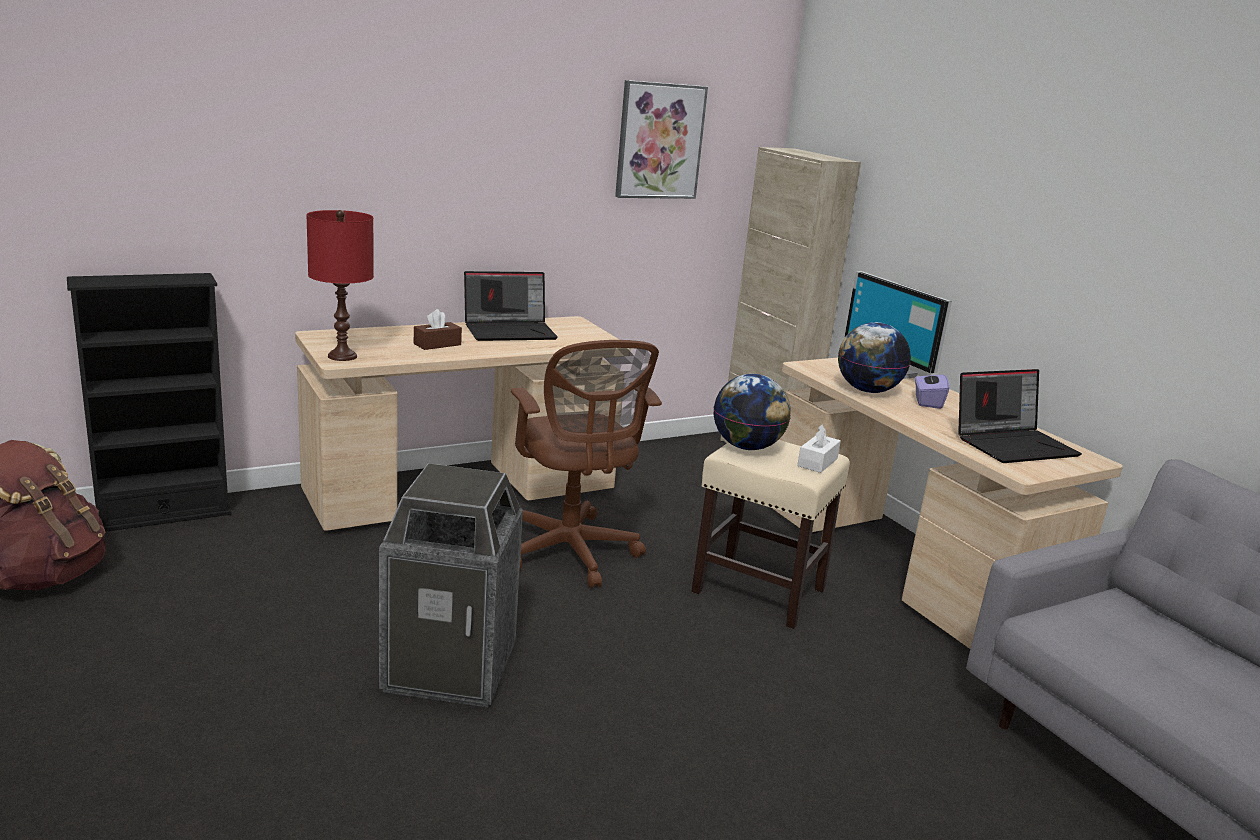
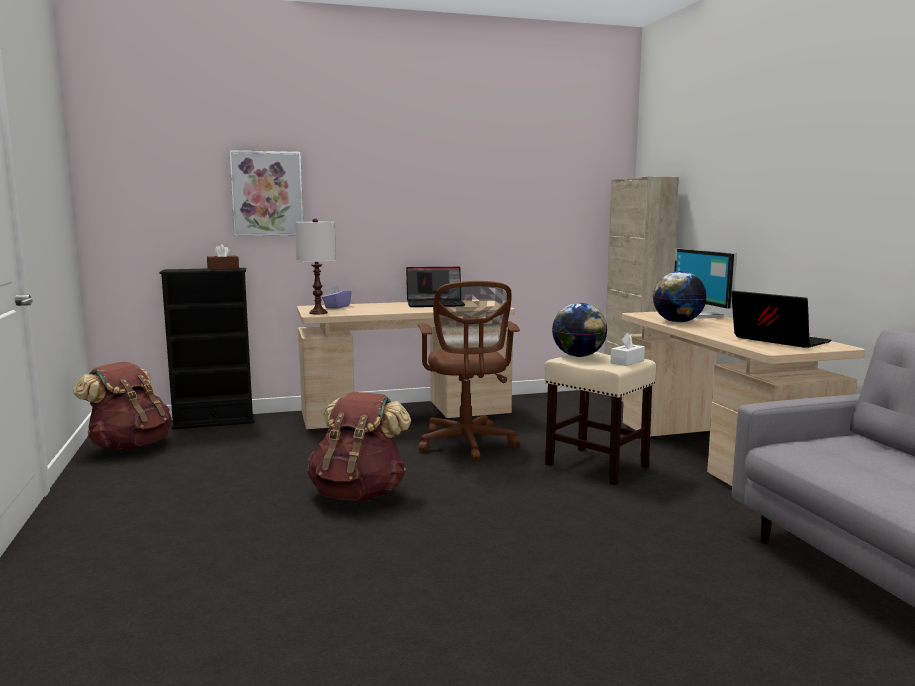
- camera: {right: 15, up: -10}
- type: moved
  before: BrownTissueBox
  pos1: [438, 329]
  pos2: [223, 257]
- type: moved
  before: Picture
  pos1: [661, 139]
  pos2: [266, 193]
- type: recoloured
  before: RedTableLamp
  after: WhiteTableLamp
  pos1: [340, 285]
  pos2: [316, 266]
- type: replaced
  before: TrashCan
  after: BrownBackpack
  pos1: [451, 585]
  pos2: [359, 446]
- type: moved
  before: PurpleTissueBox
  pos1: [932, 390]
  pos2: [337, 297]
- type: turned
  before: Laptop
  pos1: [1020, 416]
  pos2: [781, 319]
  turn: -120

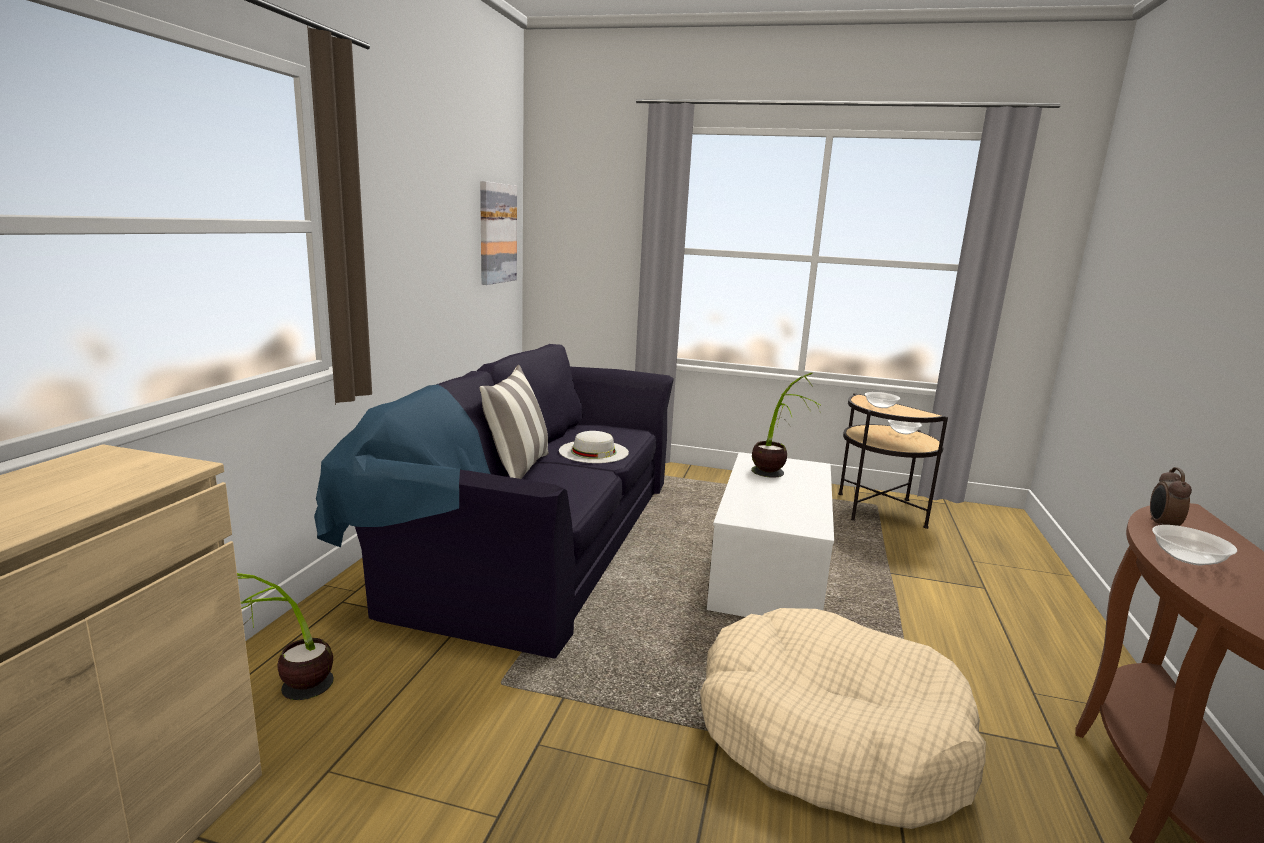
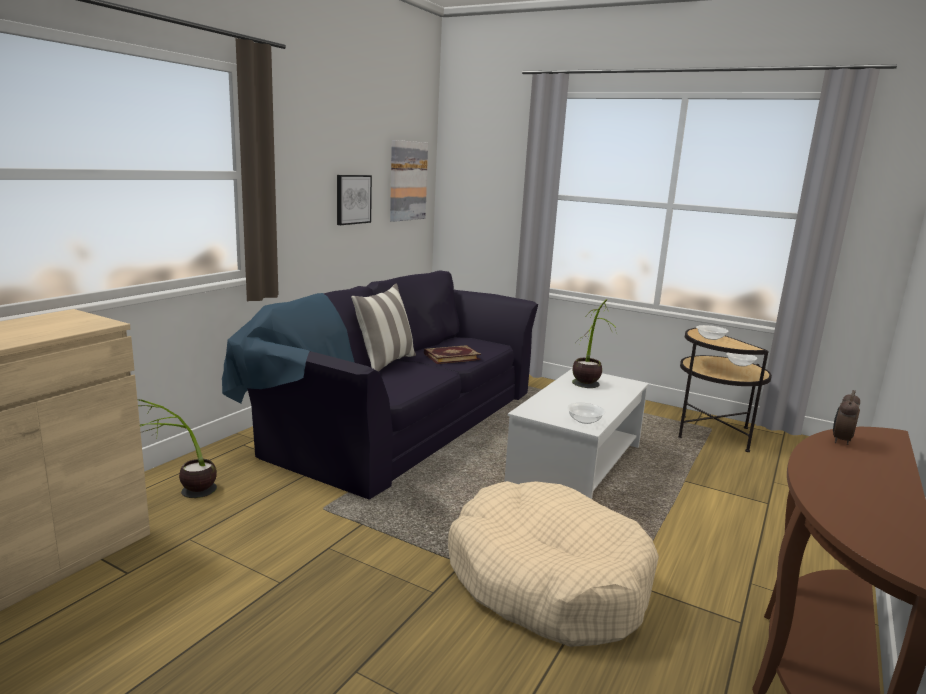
- camera: {right: 15, up: 0}
- type: added
  after: Picture
  pos2: [354, 200]
- type: replaced
  before: WhiteHat
  after: Book
  pos1: [594, 447]
  pos2: [452, 354]
- type: moved
  before: Bowl
  pos1: [1194, 545]
  pos2: [586, 413]

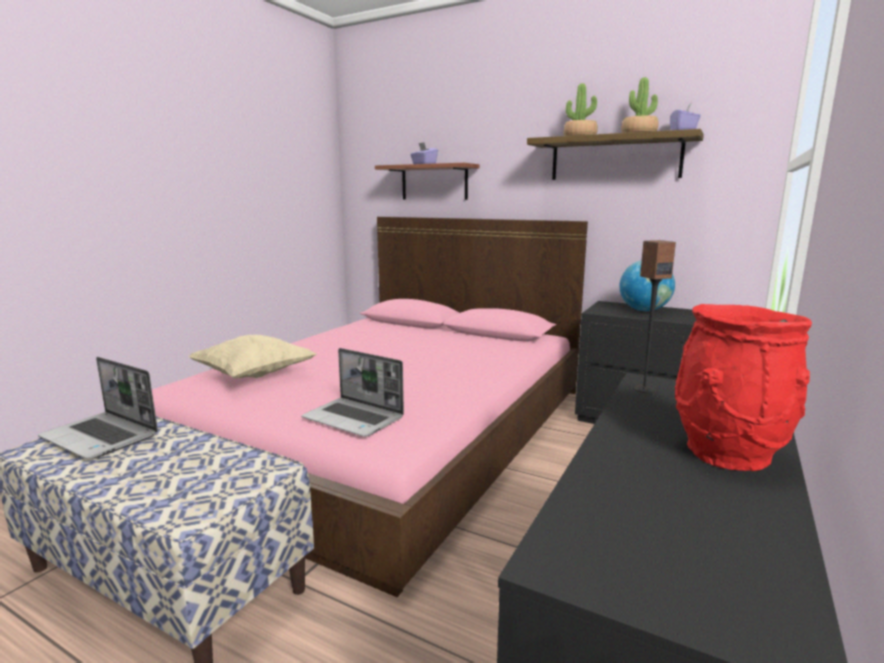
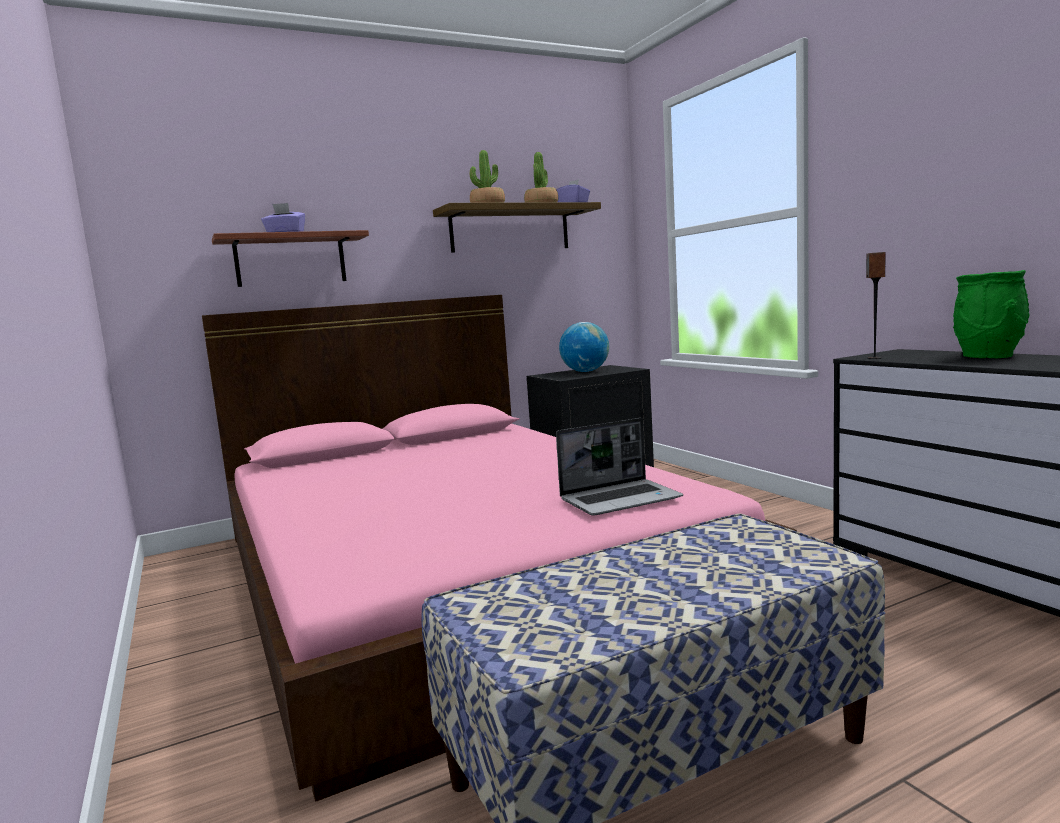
- camera: {right: -55, up: -5}
- type: recoloured
  before: RedVase
  after: GreenVase
  pos1: [743, 387]
  pos2: [991, 314]
- type: removed
  before: Laptop
  pos1: [98, 408]
- type: removed
  before: BeigePillow
  pos1: [252, 356]

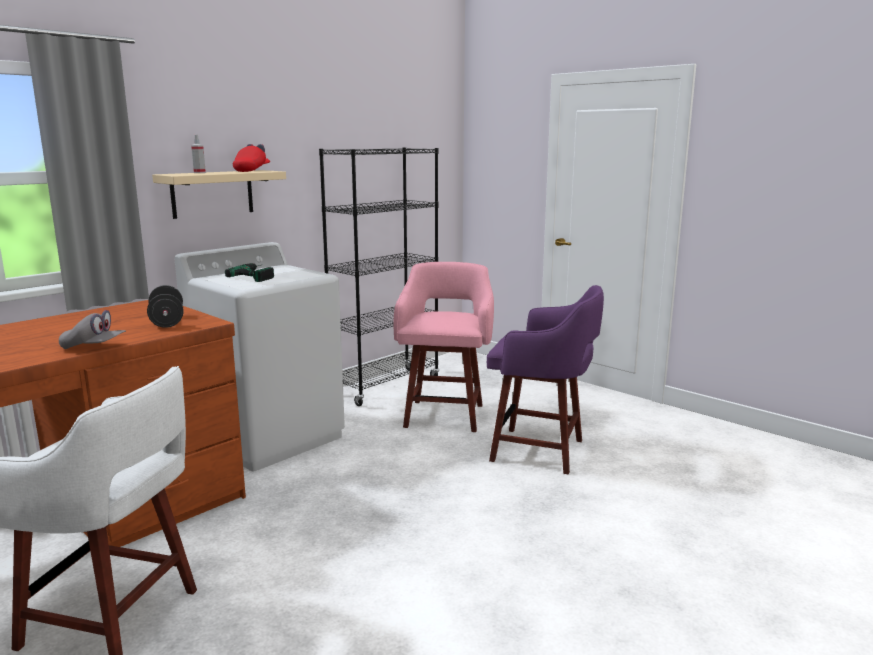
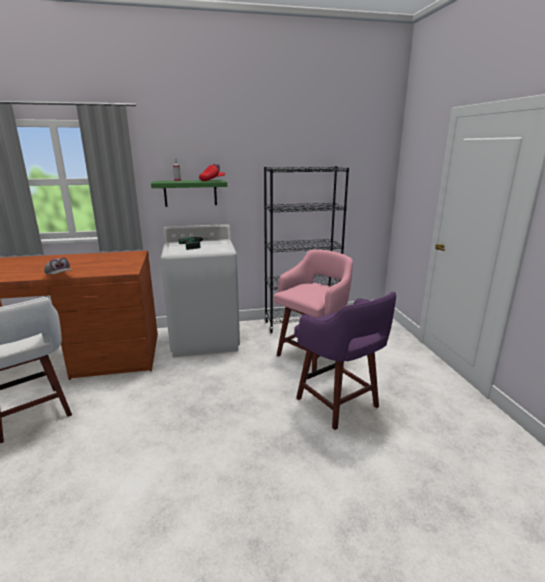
- camera: {right: 35, up: 5}
- type: recoloured
  before: BeigeShelf
  after: GreenShelf
  pos1: [219, 194]
  pos2: [189, 193]
- type: removed
  before: BlackDumbbell
  pos1: [165, 306]

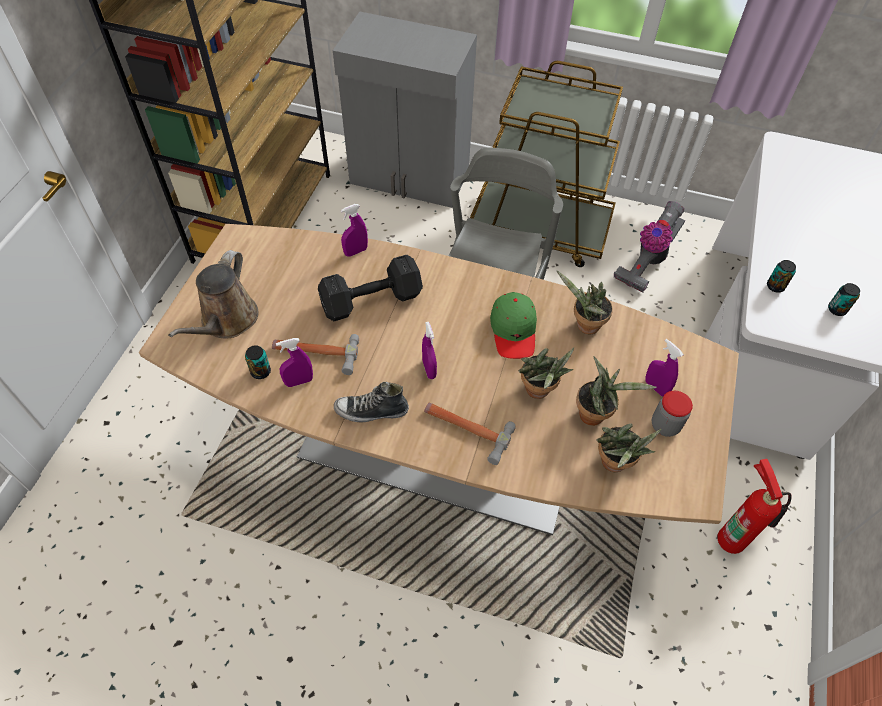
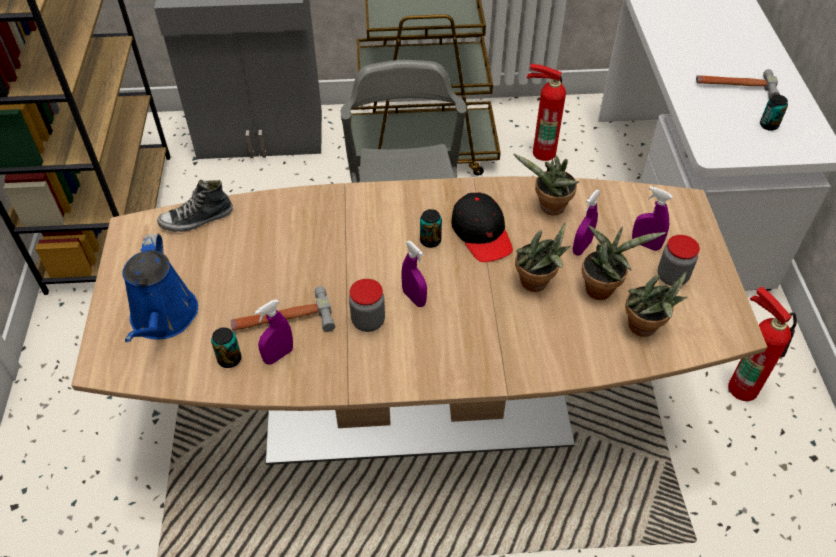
- camera: {right: -20, up: -5}
- type: recoloured
  before: BrownWateringCan
  after: BlueWateringCan
  pos1: [213, 294]
  pos2: [160, 288]
- type: moved
  before: Shoe
  pos1: [371, 402]
  pos2: [195, 206]
- type: added
  after: Jar
  pos2: [367, 305]
- type: moved
  before: Can
  pos1: [781, 276]
  pos2: [431, 228]
- type: recoloured
  before: GreenCap
  after: BlackCap
  pos1: [513, 325]
  pos2: [482, 227]
- type: replaced
  before: VacuumCleaner
  after: FireExtinguisher
  pos1: [649, 247]
  pos2: [546, 112]
- type: moved
  before: PurpleSprayBottle
  pos1: [354, 230]
  pos2: [586, 222]
- type: moved
  before: Hammer
  pos1: [470, 434]
  pos2: [738, 84]
- type: removed
  before: BlackDumbbell
  pos1: [370, 288]

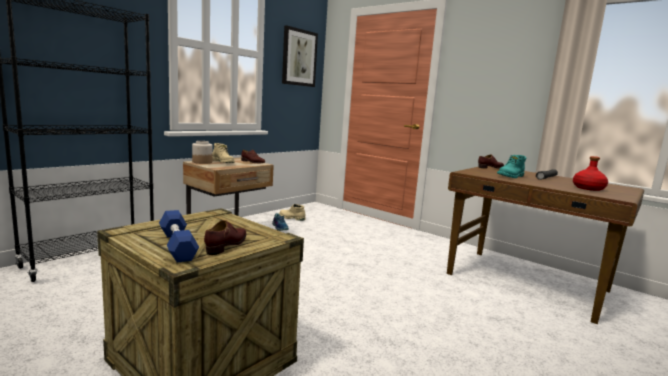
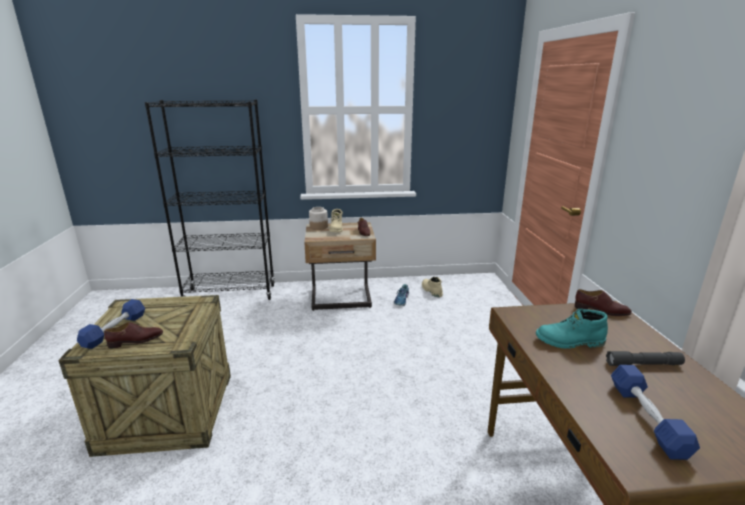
- camera: {right: 45, up: 10}
- type: replaced
  before: RedBottle
  after: BlueDumbbell
  pos1: [590, 173]
  pos2: [655, 412]
- type: removed
  before: Picture
  pos1: [300, 56]

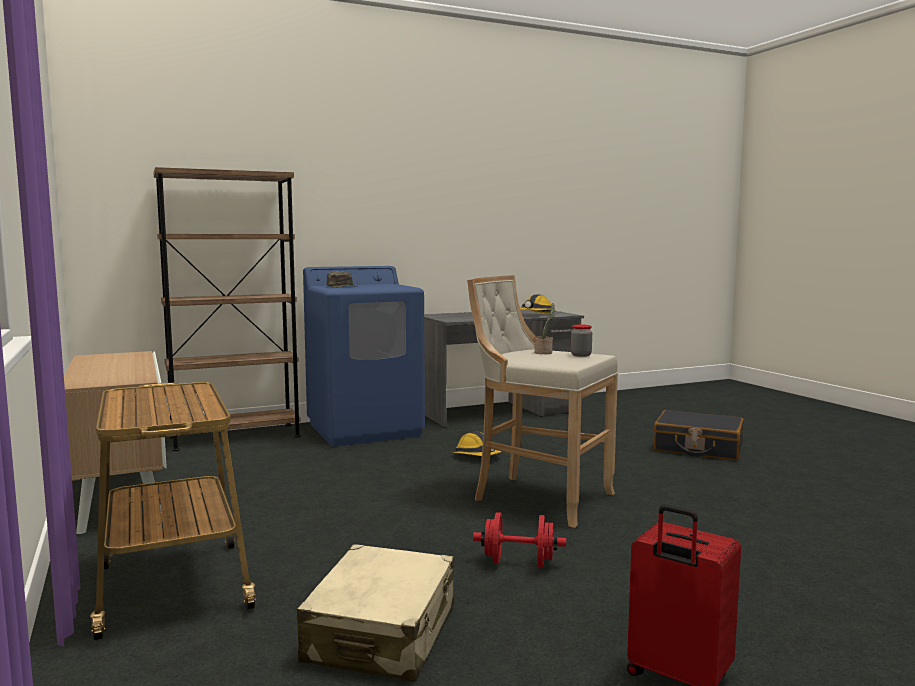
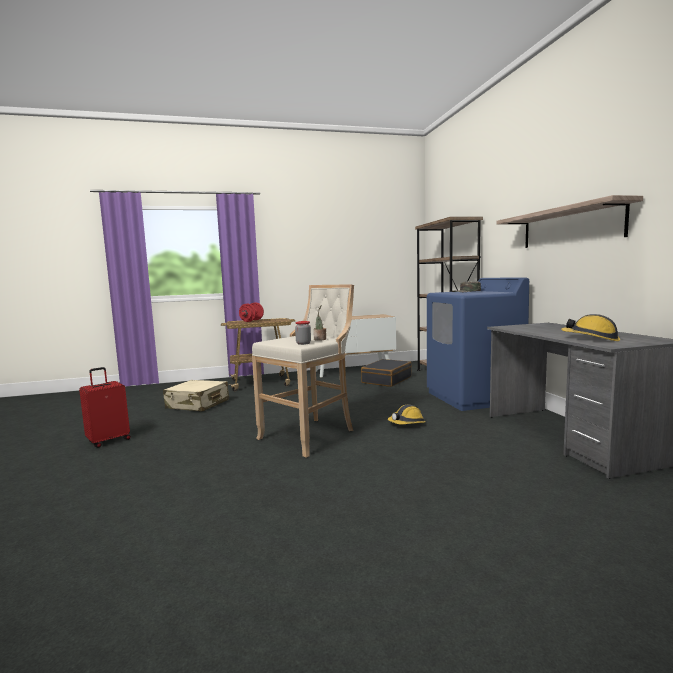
- camera: {right: 100, up: 0}
- type: moved
  before: RedDumbbell
  pos1: [519, 539]
  pos2: [251, 312]
- type: moved
  before: BlackSuitcase
  pos1: [699, 435]
  pos2: [386, 373]
- type: added
  after: Shelf
  pos2: [569, 221]

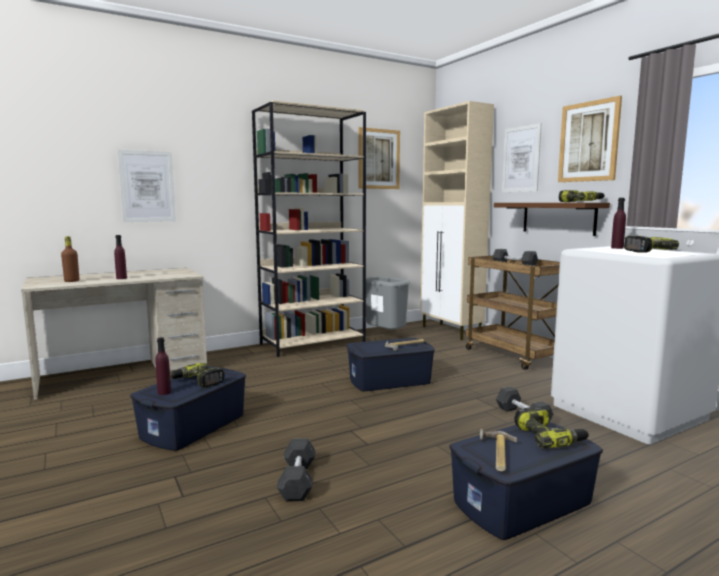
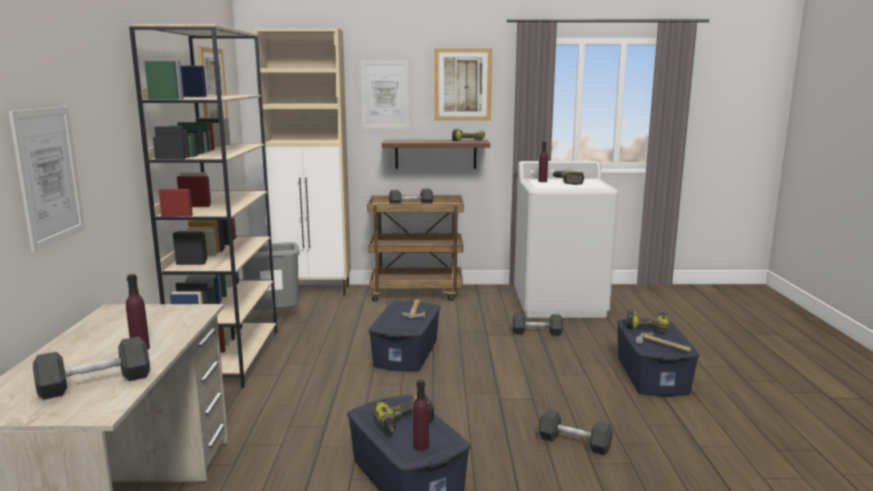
- camera: {right: -60, up: 5}
- type: replaced
  before: BrownBottle
  after: GreyDumbbell
  pos1: [70, 259]
  pos2: [91, 368]

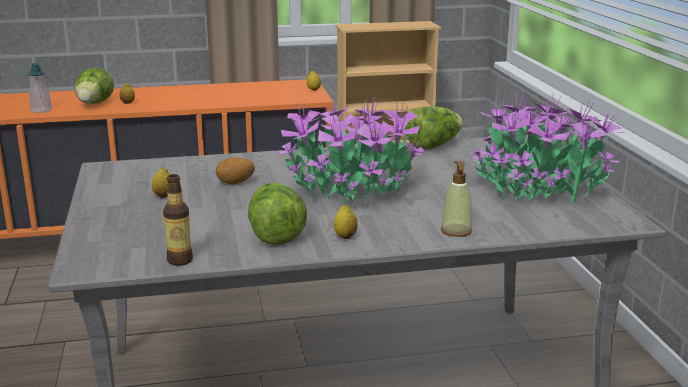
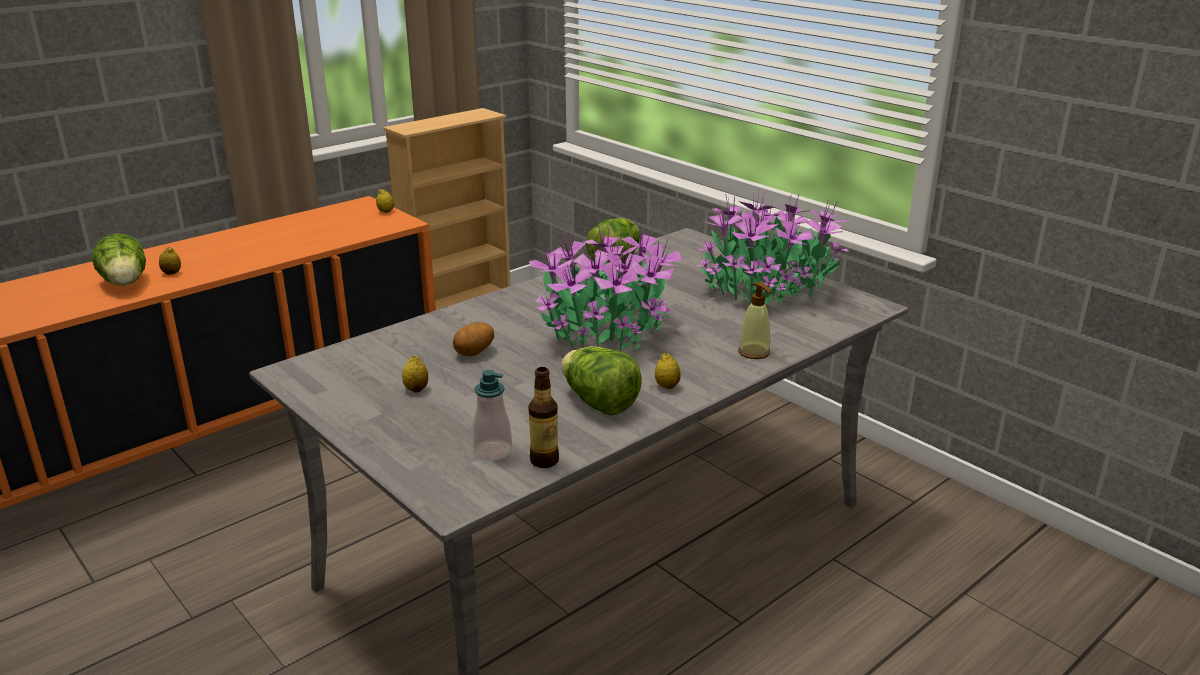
- camera: {right: -30, up: 5}
- type: moved
  before: SoapDispenser
  pos1: [40, 88]
  pos2: [492, 415]

